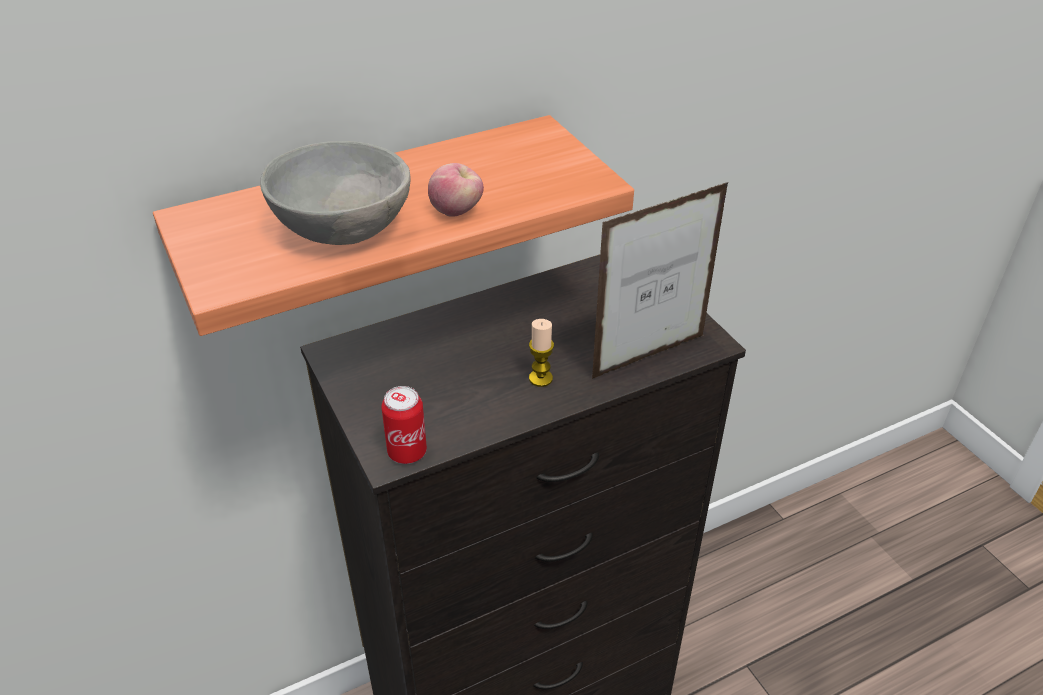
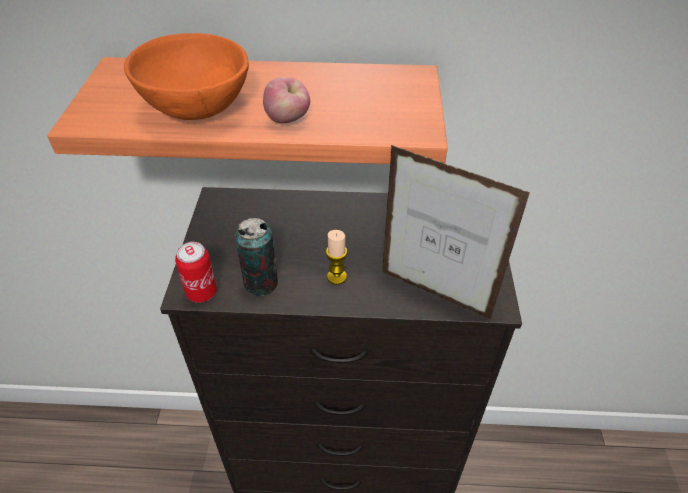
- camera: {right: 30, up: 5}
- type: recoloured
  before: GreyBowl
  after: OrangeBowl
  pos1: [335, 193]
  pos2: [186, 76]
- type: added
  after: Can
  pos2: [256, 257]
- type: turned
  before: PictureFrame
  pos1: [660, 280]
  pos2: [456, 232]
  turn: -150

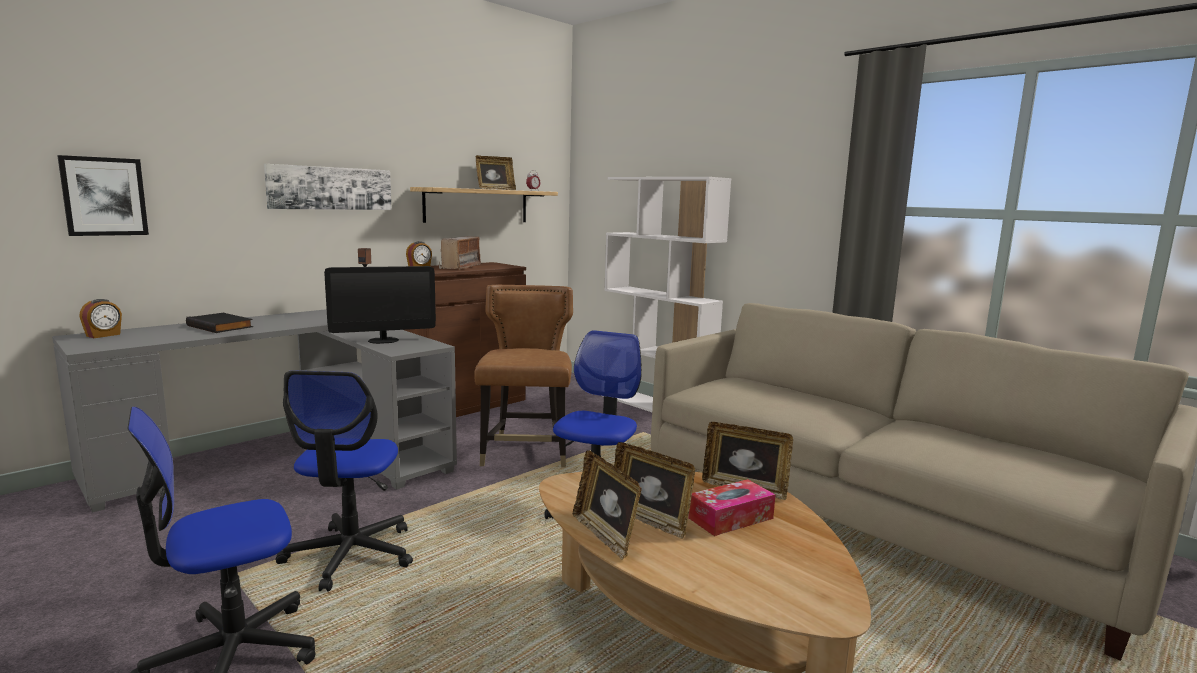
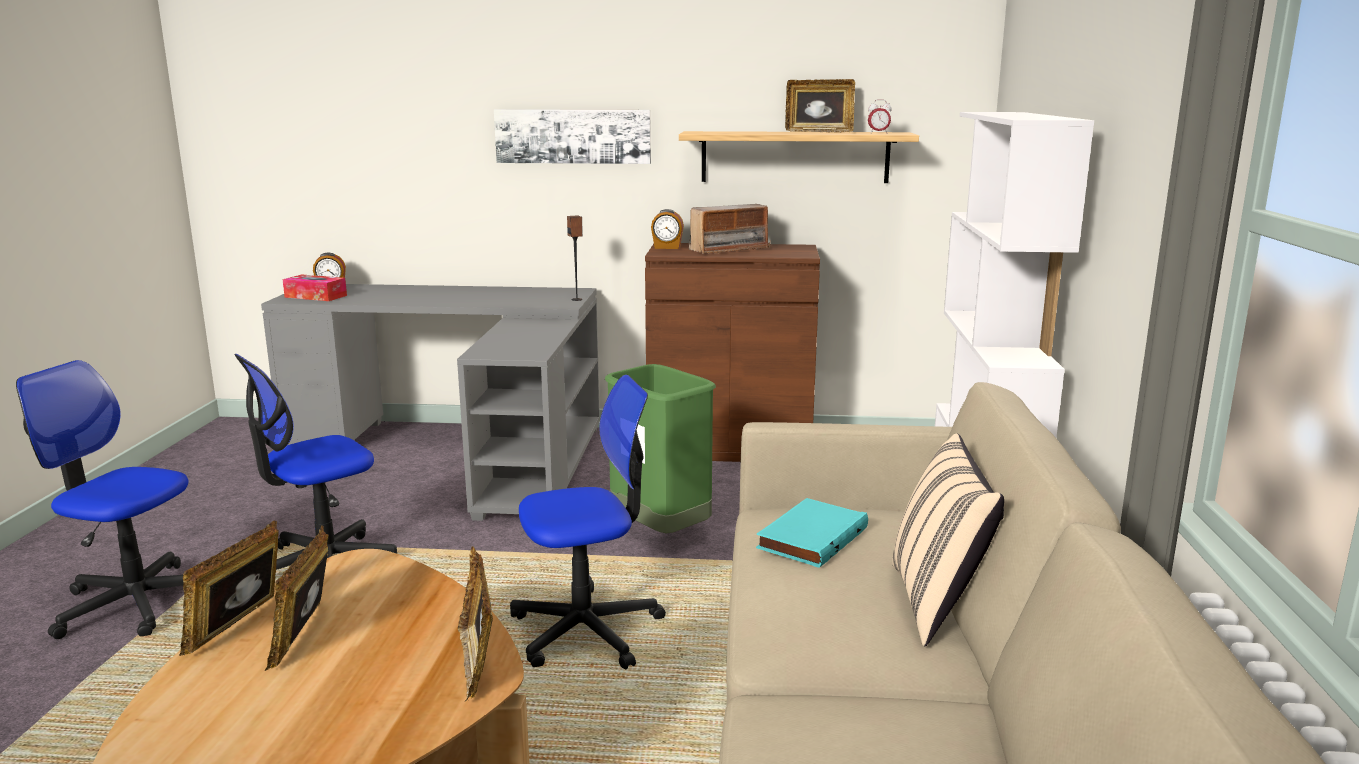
- camera: {right: 50, up: 5}
- type: moved
  before: TissueBox
  pos1: [732, 507]
  pos2: [315, 288]
- type: replaced
  before: BrownChair
  after: GreenTrashCan
  pos1: [523, 376]
  pos2: [660, 448]
- type: added
  after: TurquoiseBook
  pos2: [812, 533]
- type: added
  after: BeigePillow
  pos2: [948, 539]
- type: removed
  before: Picture
  pos1: [103, 195]
- type: removed
  before: BlackBook
  pos1: [219, 323]
- type: removed
  before: Monitor
  pos1: [380, 305]

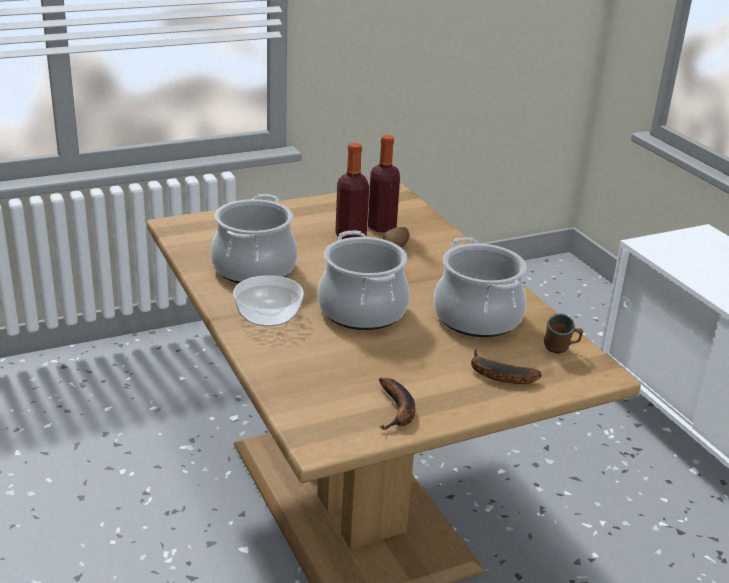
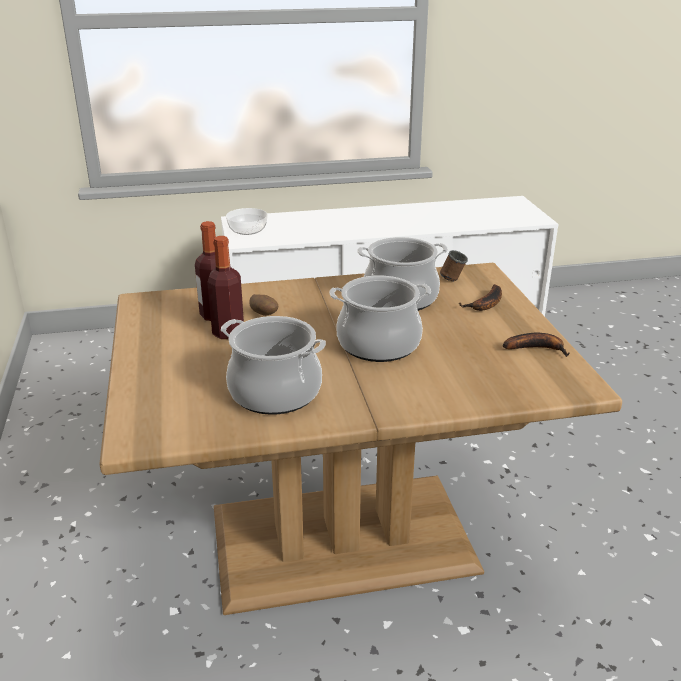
- camera: {right: -75, up: 0}
- type: moved
  before: Bowl
  pos1: [268, 300]
  pos2: [247, 221]

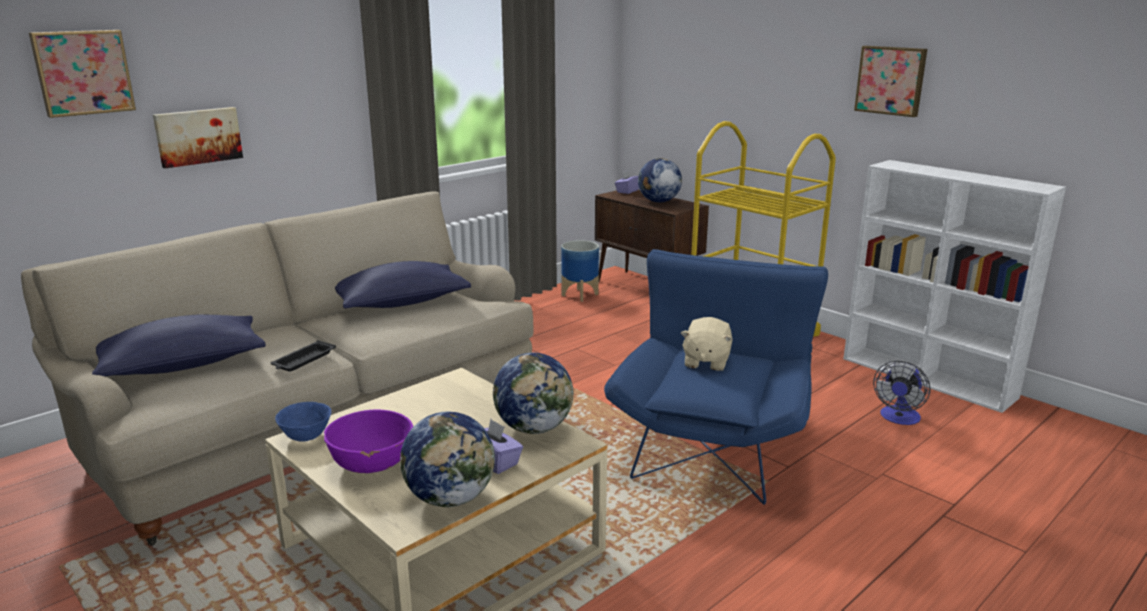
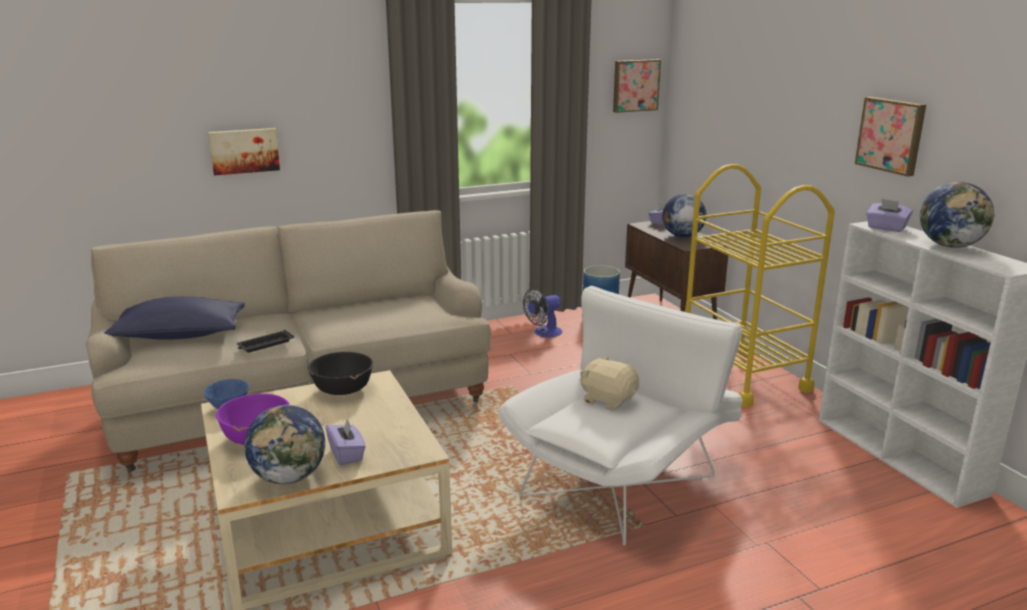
- camera: {right: 20, up: 0}
- type: added
  after: BlackBowl
  pos2: [340, 373]
- type: recoloured
  before: BlueArmchair
  after: WhiteArmchair
  pos1: [716, 377]
  pos2: [620, 416]
- type: moved
  before: Fan
  pos1: [901, 393]
  pos2: [542, 312]
- type: turned
  before: BeigePlushToy
  pos1: [706, 344]
  pos2: [610, 383]
  turn: 90
- type: moved
  before: Picture
  pos1: [82, 74]
  pos2: [637, 86]
- type: added
  after: PurpleTissueBox
  pos2: [889, 215]
- type: moved
  before: Globe
  pos1: [533, 393]
  pos2: [957, 215]
- type: removed
  before: BluePillow
  pos1: [403, 284]

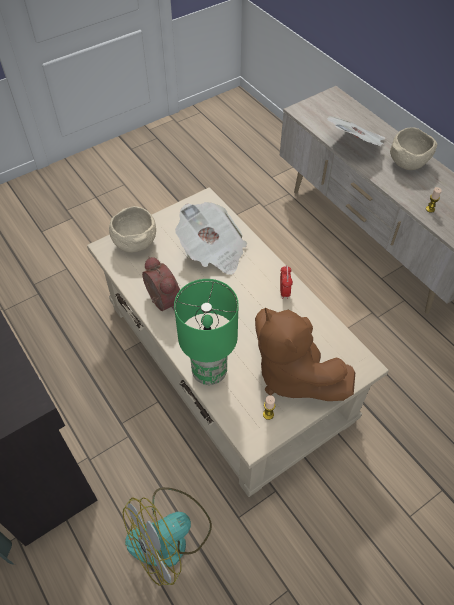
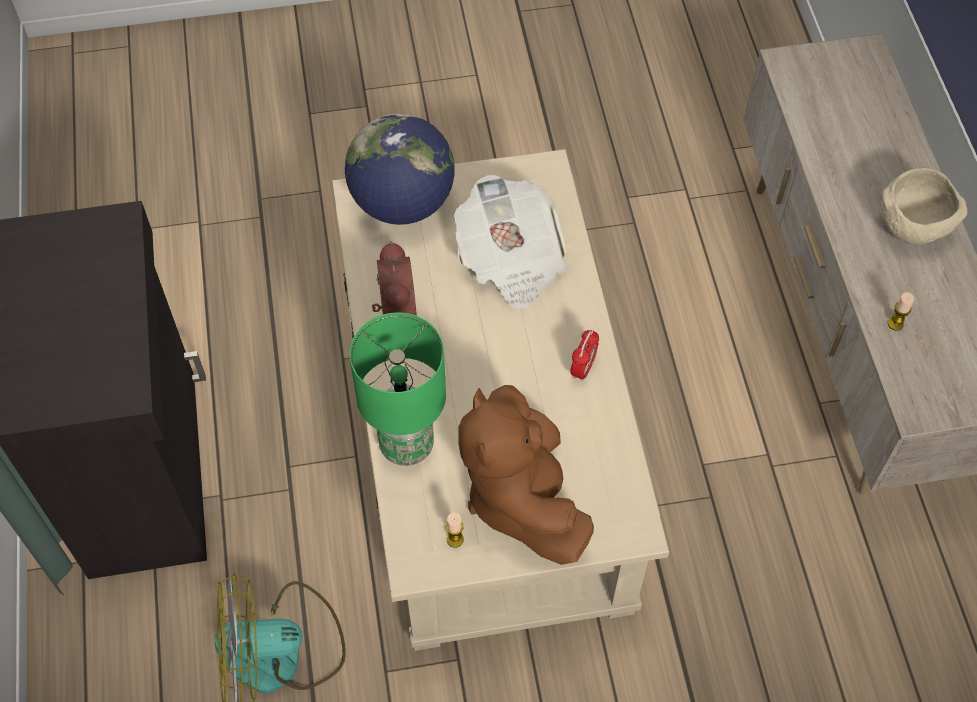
- camera: {right: 25, up: 5}
- type: replaced
  before: BeigeBowl
  after: Globe
  pos1: [132, 229]
  pos2: [400, 169]
- type: removed
  before: Newspaper
  pos1: [356, 131]

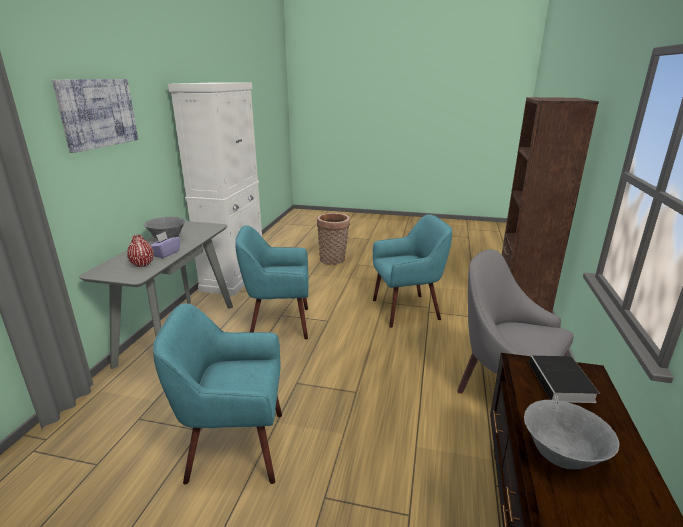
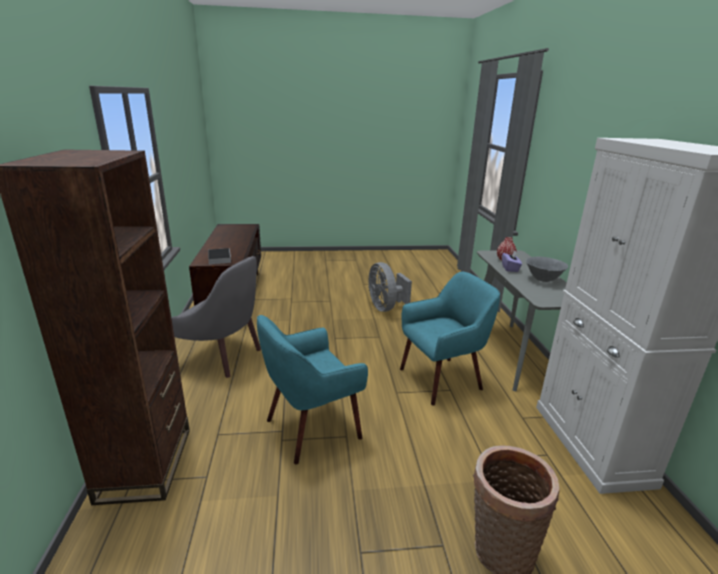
- camera: {right: 160, up: 0}
- type: replaced
  before: TurquoiseArmchair
  after: GreyFan
  pos1: [217, 394]
  pos2: [390, 287]
- type: removed
  before: Picture
  pos1: [95, 116]
- type: removed
  before: GreyBowl
  pos1: [571, 434]

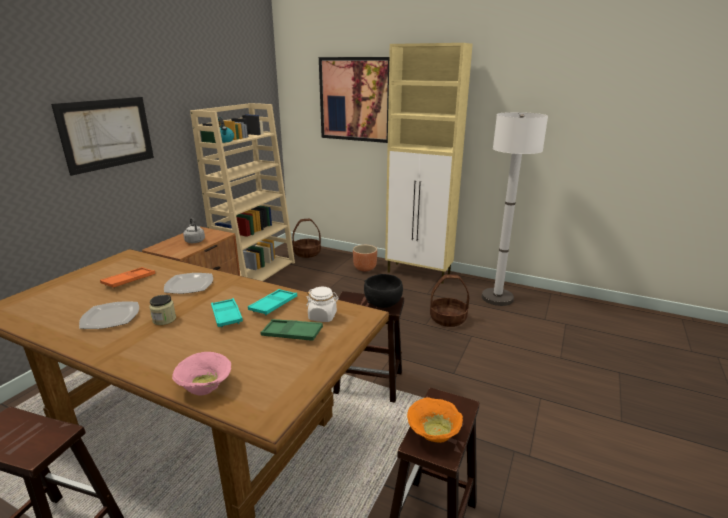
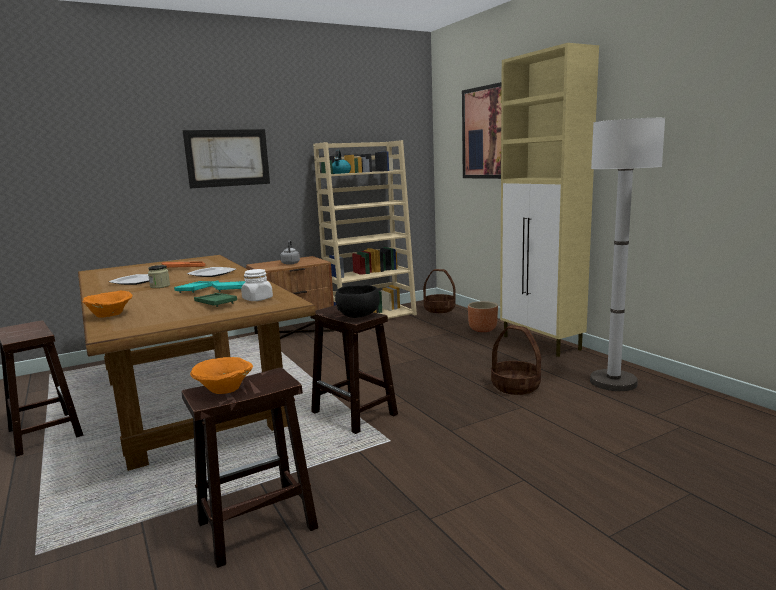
- camera: {right: 35, up: -10}
- type: recoloured
  before: PinkBowl
  after: OrangeBowl
  pos1: [201, 374]
  pos2: [108, 304]

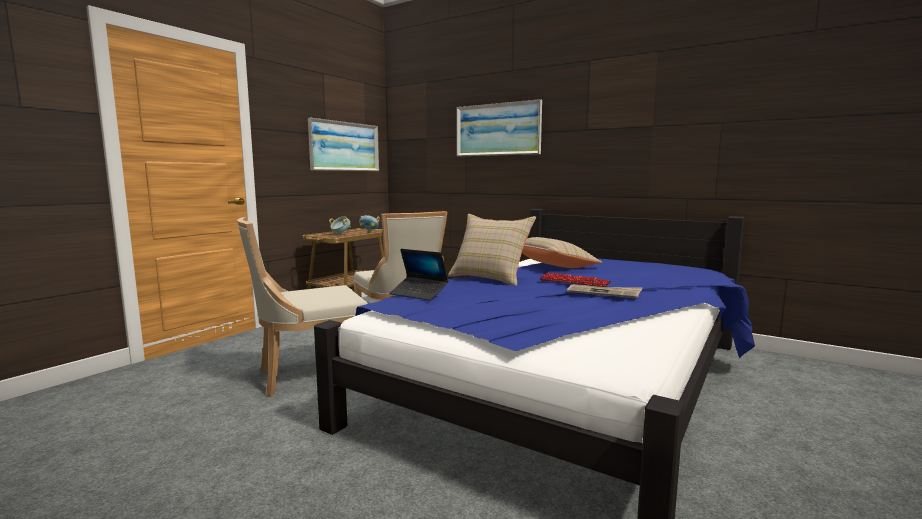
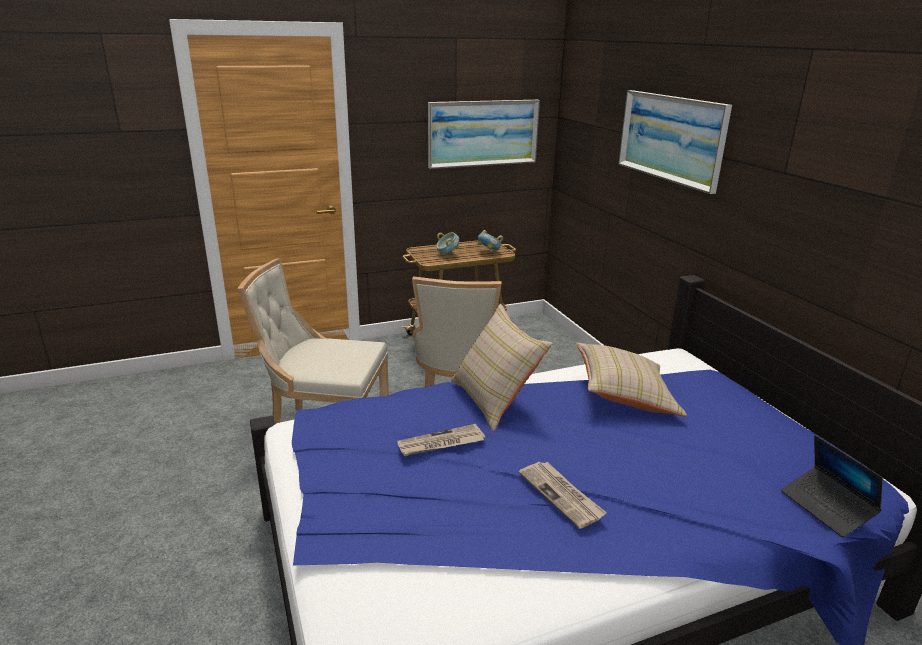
- camera: {right: 35, up: 15}
- type: added
  after: Newspaper
  pos2: [441, 440]
- type: moved
  before: Laptop
  pos1: [418, 275]
  pos2: [831, 486]
- type: removed
  before: Keyboard
  pos1: [575, 279]

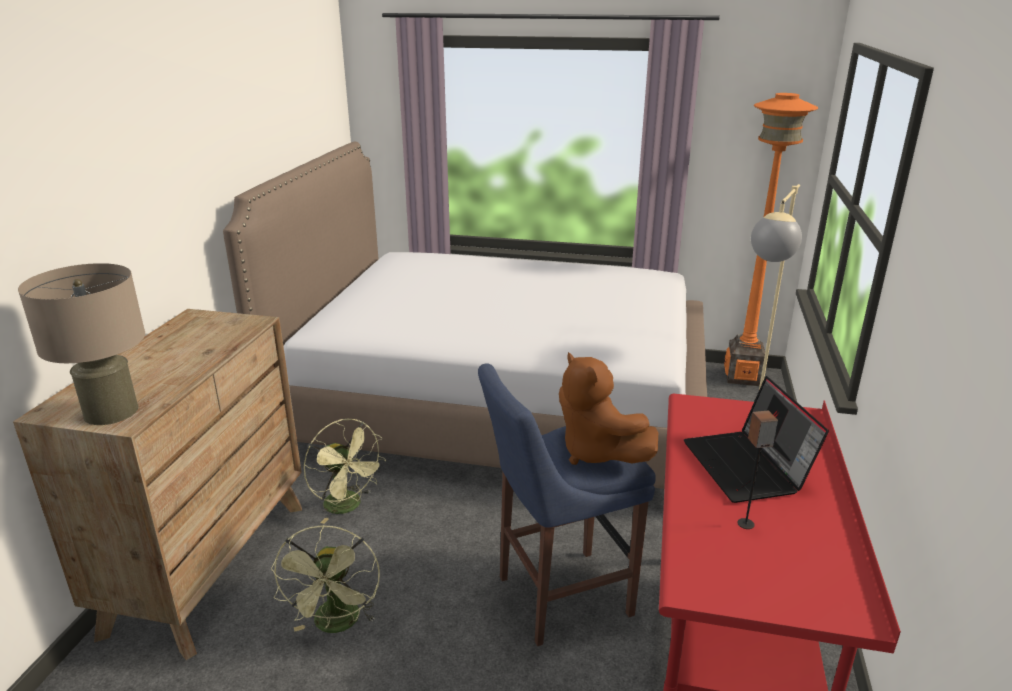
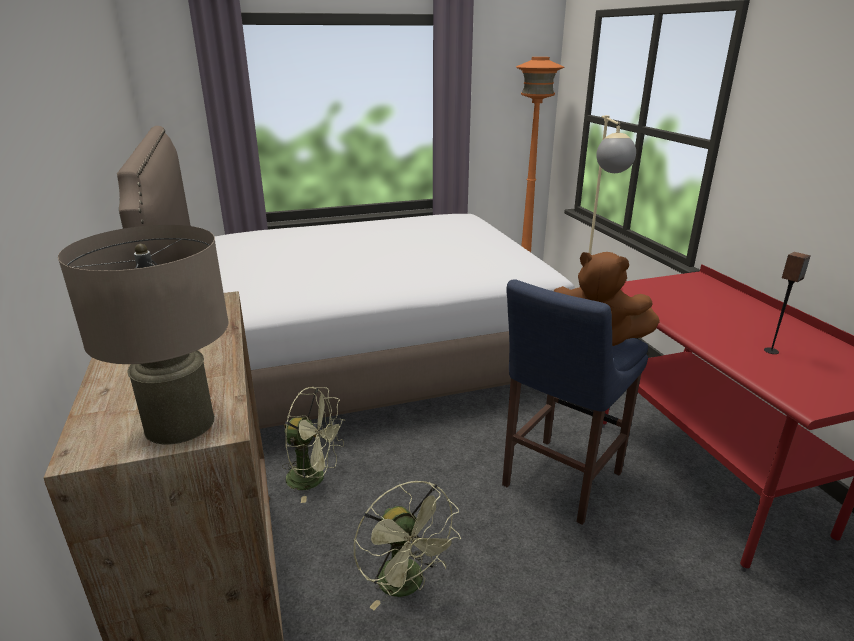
- camera: {right: -30, up: 0}
- type: removed
  before: Laptop
  pos1: [756, 439]

